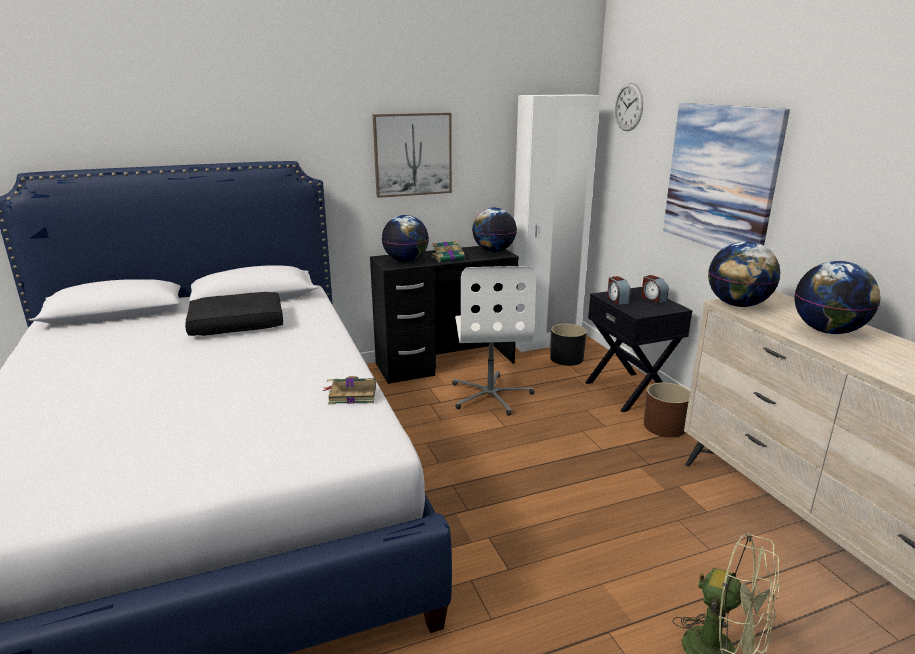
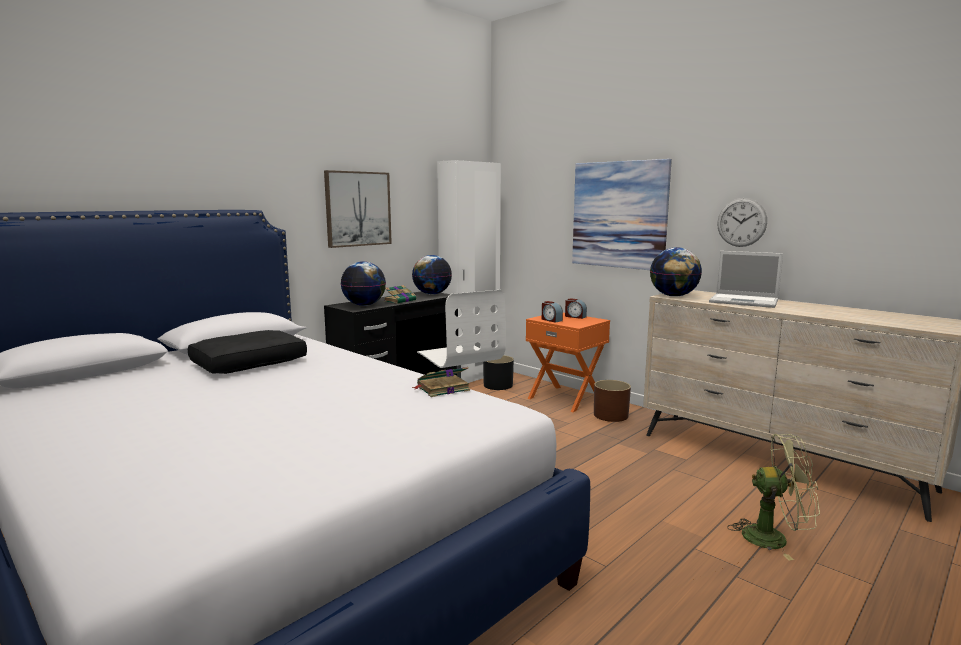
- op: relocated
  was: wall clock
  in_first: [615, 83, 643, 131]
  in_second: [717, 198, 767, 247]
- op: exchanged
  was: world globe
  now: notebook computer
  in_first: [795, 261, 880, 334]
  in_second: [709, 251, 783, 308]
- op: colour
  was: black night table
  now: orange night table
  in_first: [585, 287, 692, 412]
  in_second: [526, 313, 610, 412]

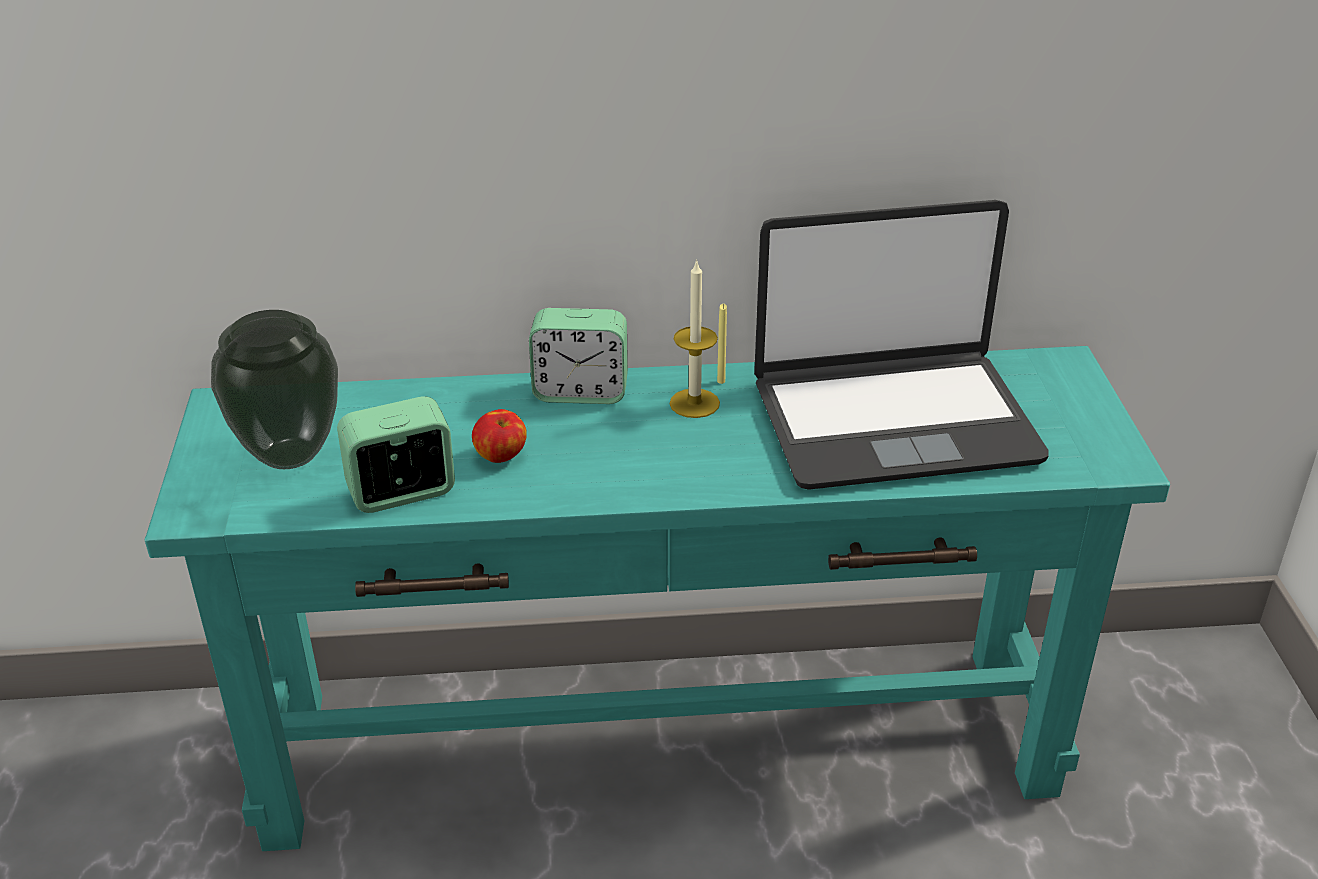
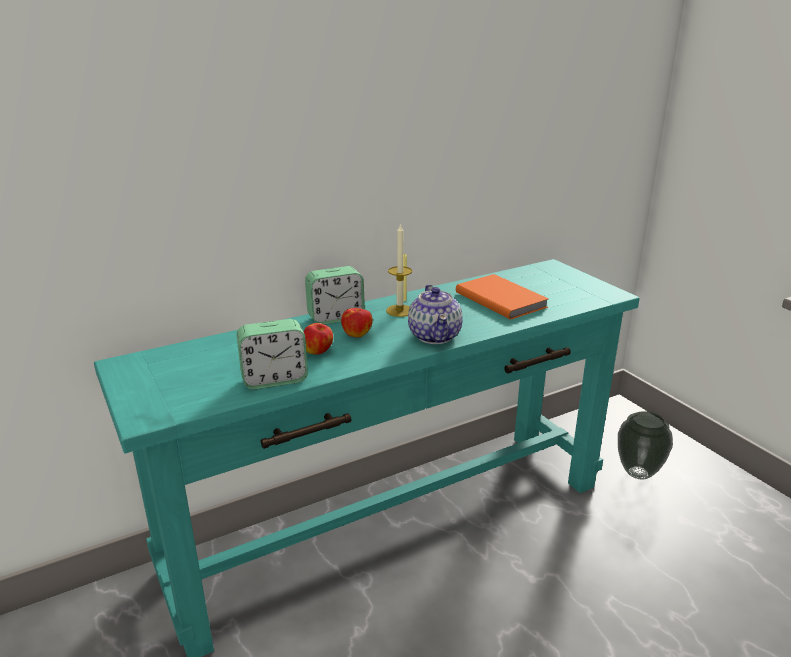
- op: appeared
  now: apple fruit
  in_second: [341, 308, 373, 337]
- op: appeared
  now: tea pot
  in_second: [408, 284, 463, 344]
- op: relocated
  was: vase
  in_first: [211, 310, 338, 469]
  in_second: [618, 411, 673, 480]
- op: exchanged
  was: notebook computer
  now: orange volume
  in_first: [754, 200, 1049, 490]
  in_second: [456, 274, 549, 320]
- op: spun
  was: alarm clock
  in_first: [337, 396, 455, 513]
  in_second: [237, 319, 308, 389]
  clockwise: -150

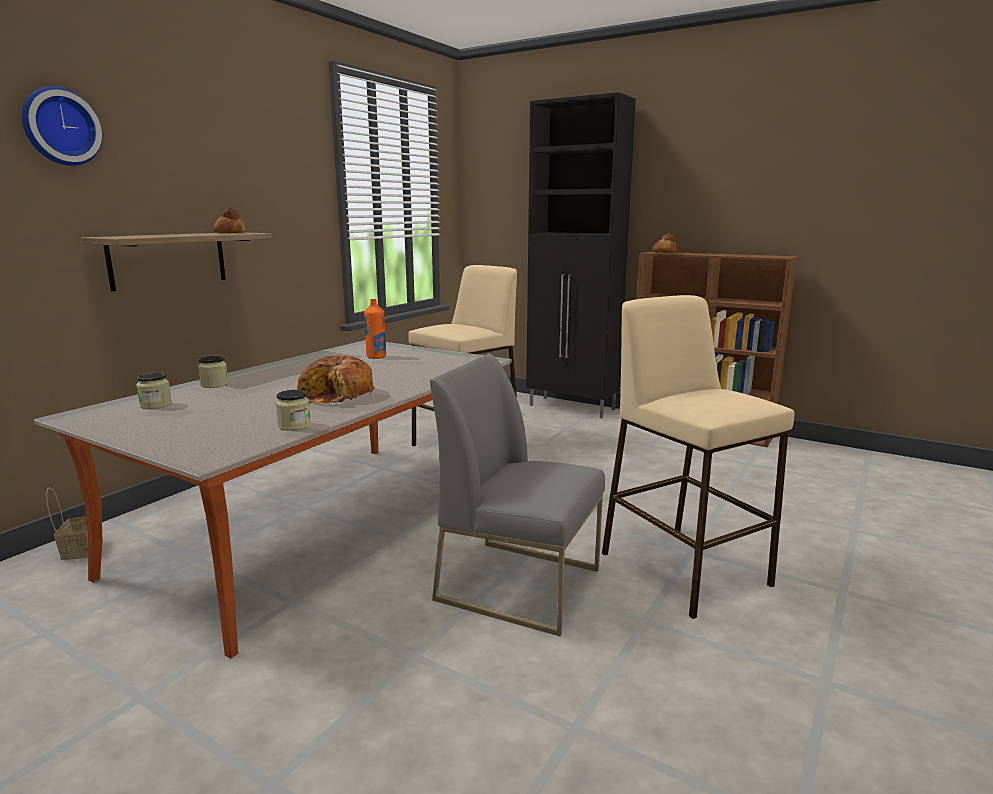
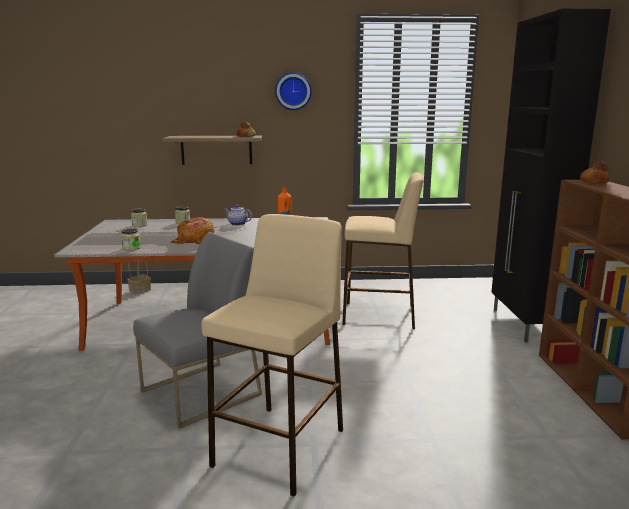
- op: appeared
  now: tea pot
  in_second: [224, 205, 252, 226]
- op: relocated
  was: wall clock
  in_first: [22, 86, 102, 166]
  in_second: [275, 72, 312, 110]
- op: spun
  was: gray chair
  in_first: [430, 354, 605, 636]
  in_second: [133, 232, 262, 429]
  clockwise: 60

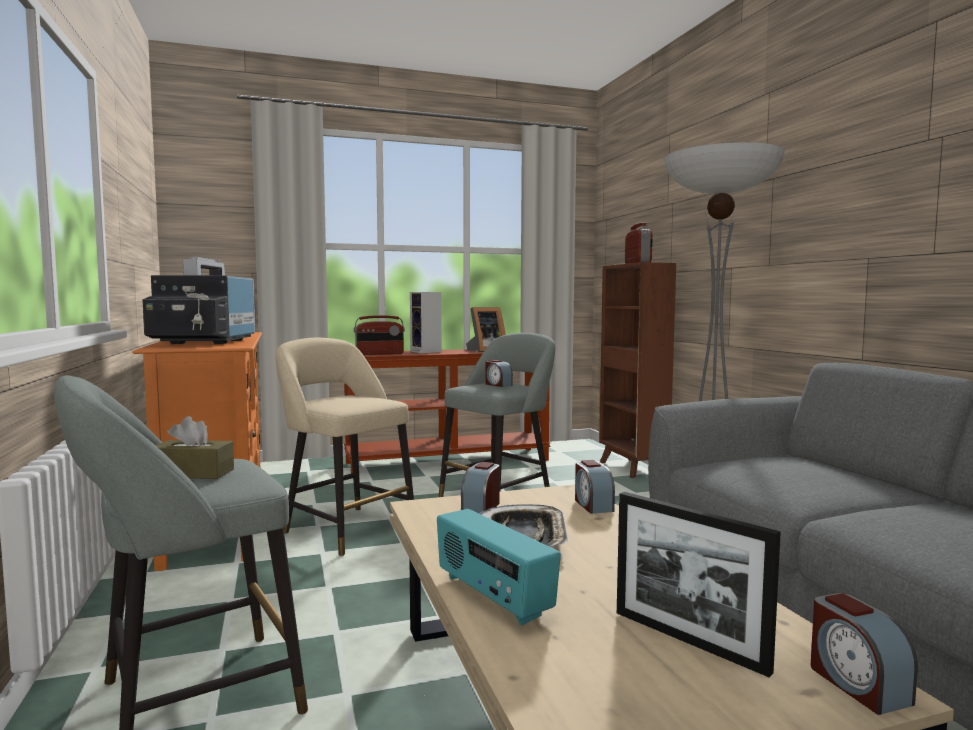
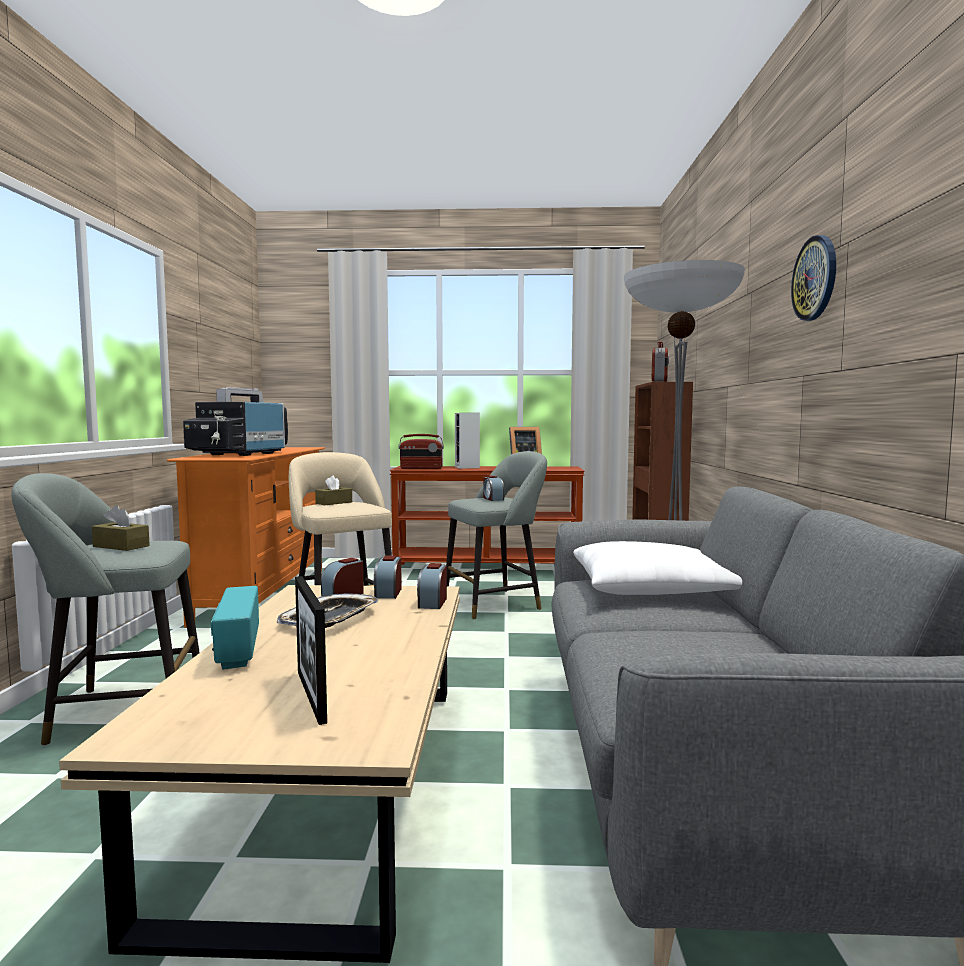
- op: appeared
  now: brown-coloured box of tissues
  in_second: [315, 475, 352, 505]
- op: appeared
  now: whitish cushion
  in_second: [573, 541, 742, 595]
- op: appeared
  now: wall clock
  in_second: [791, 235, 836, 321]
- op: relocated
  was: alarm clock
  in_first: [811, 593, 918, 715]
  in_second: [374, 556, 402, 599]

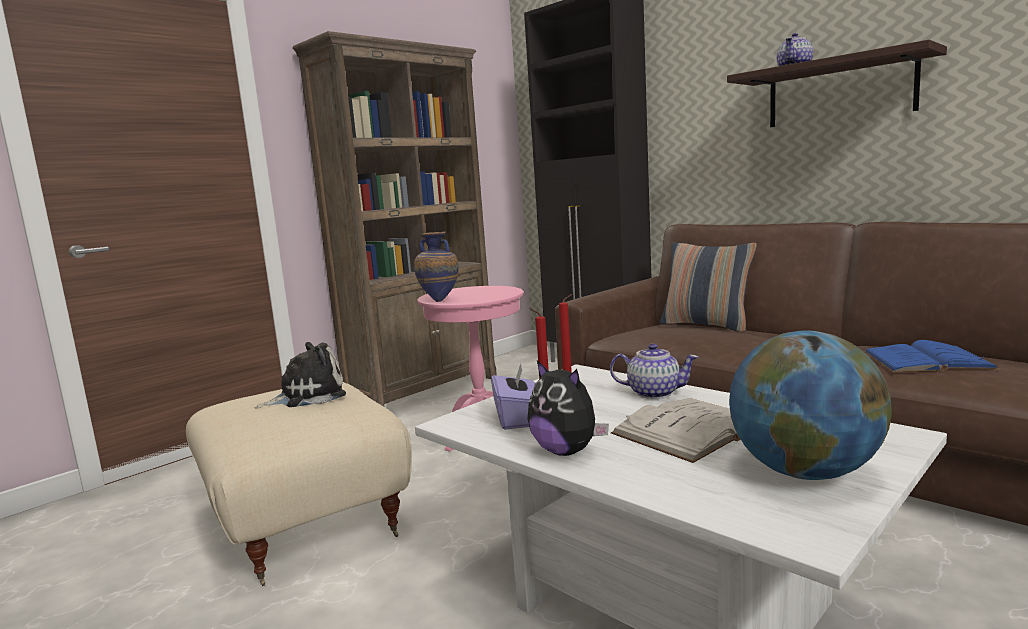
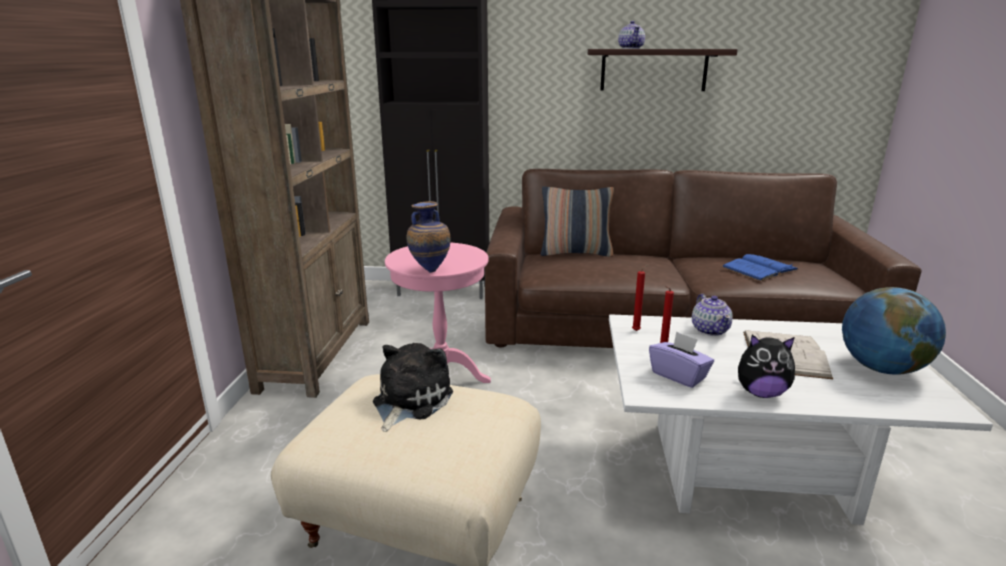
- op: spun
  was: tea pot
  in_first: [610, 344, 698, 399]
  in_second: [692, 294, 733, 336]
  clockwise: 105

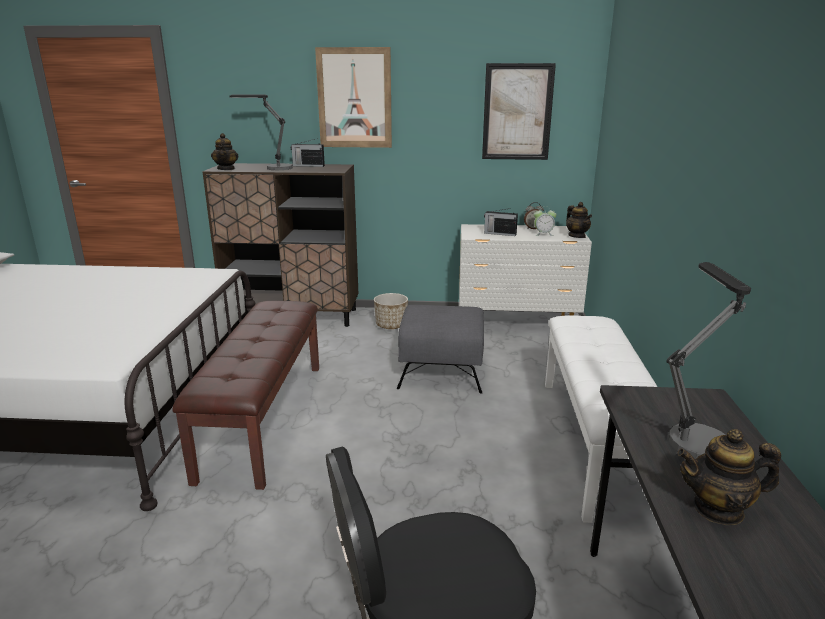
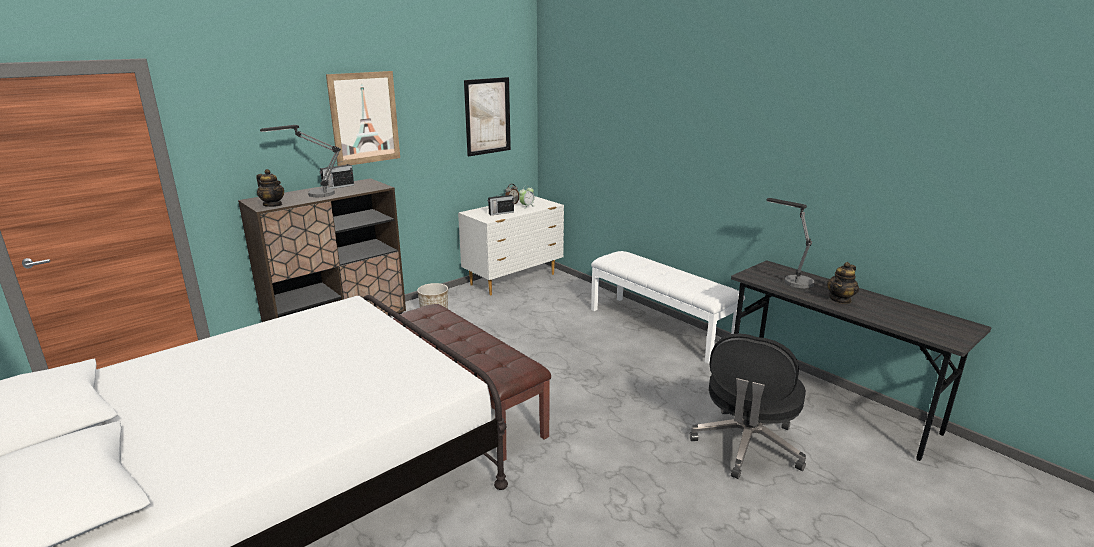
- op: missing
  was: gray pouffe
  in_first: [397, 305, 484, 394]
- op: missing
  was: tea pot
  in_first: [566, 202, 592, 238]

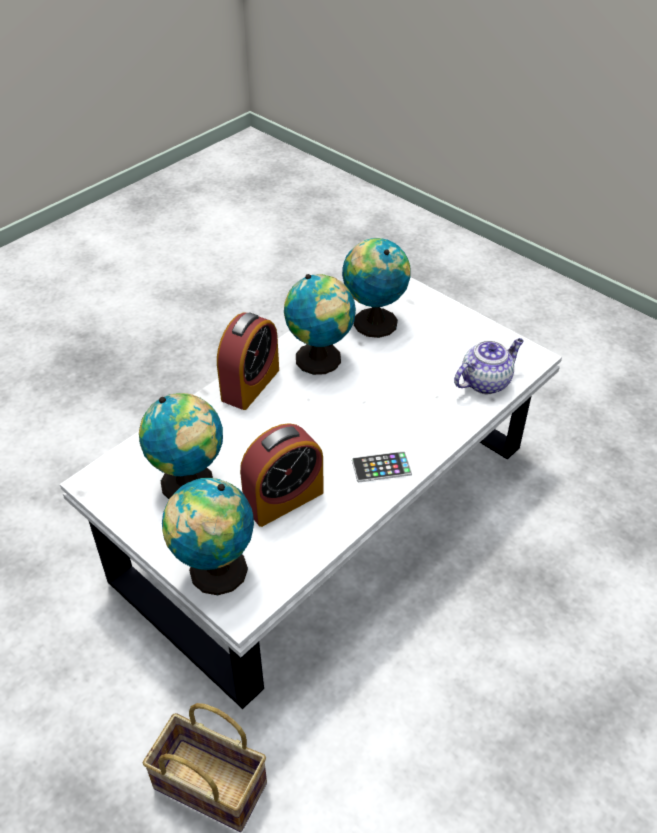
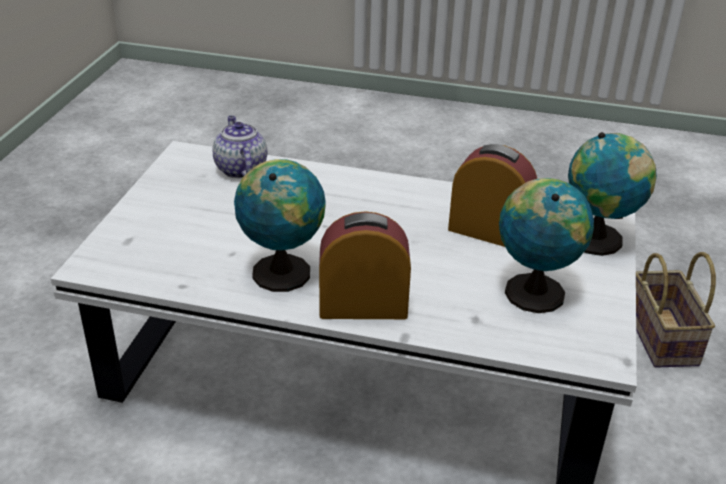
- op: missing
  was: world globe
  in_first: [342, 238, 411, 338]
- op: missing
  was: telephone
  in_first: [352, 451, 412, 482]
- op: spun
  was: tea pot
  in_first: [454, 338, 524, 394]
  in_second: [212, 116, 268, 178]
  clockwise: 45

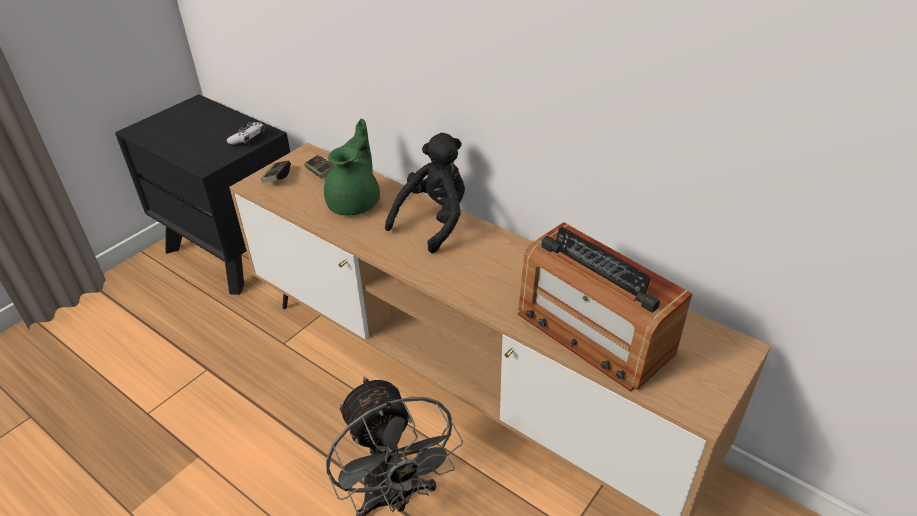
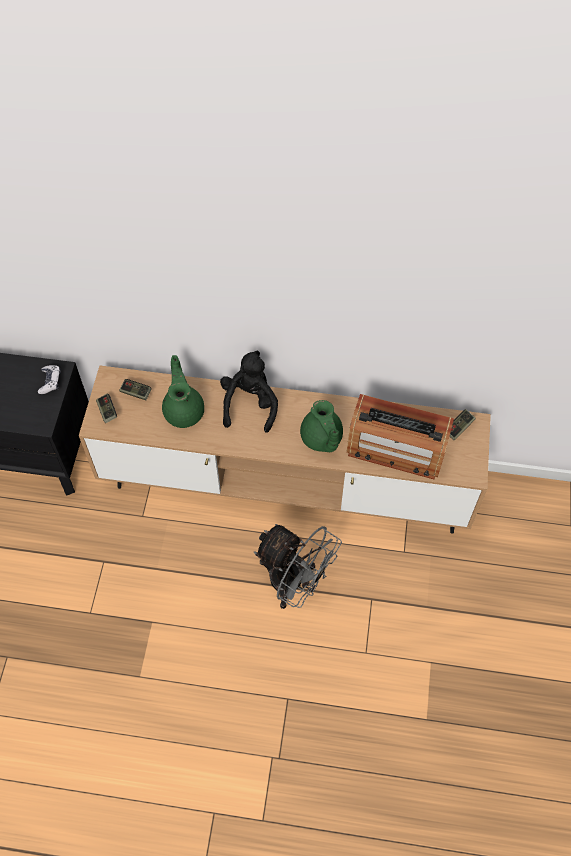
- op: appeared
  now: greenish tea pot
  in_second: [300, 400, 343, 452]
- op: appeared
  now: gamepad
  in_second: [450, 409, 476, 440]

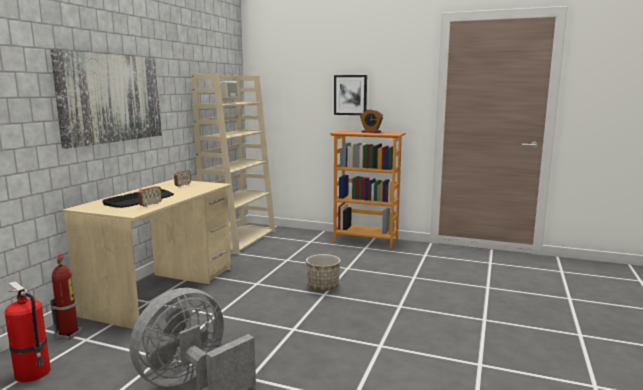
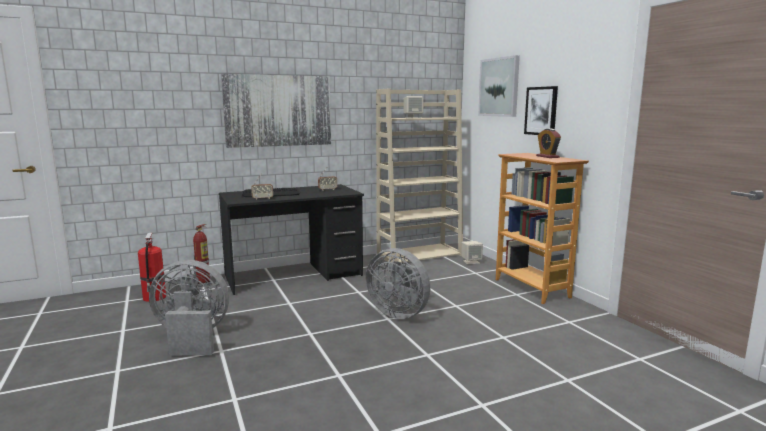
- op: appeared
  now: beige speaker
  in_second: [461, 241, 483, 264]
- op: appeared
  now: wall art
  in_second: [478, 55, 520, 117]
- op: exchanged
  was: flower pot
  now: gray fan
  in_first: [306, 254, 341, 291]
  in_second: [366, 248, 431, 319]
- op: colour
  was: beige desk table
  now: black desk table
  in_first: [62, 179, 231, 329]
  in_second: [219, 184, 364, 295]

